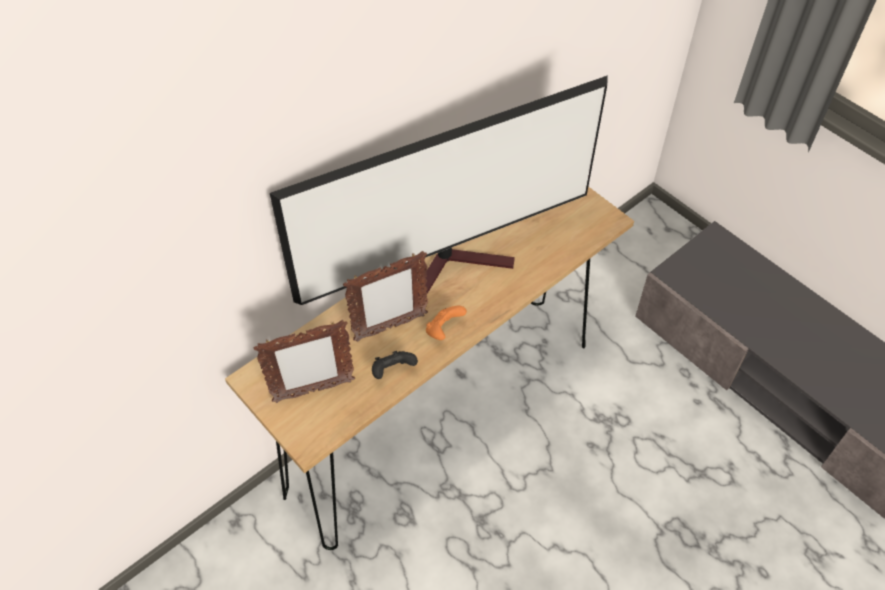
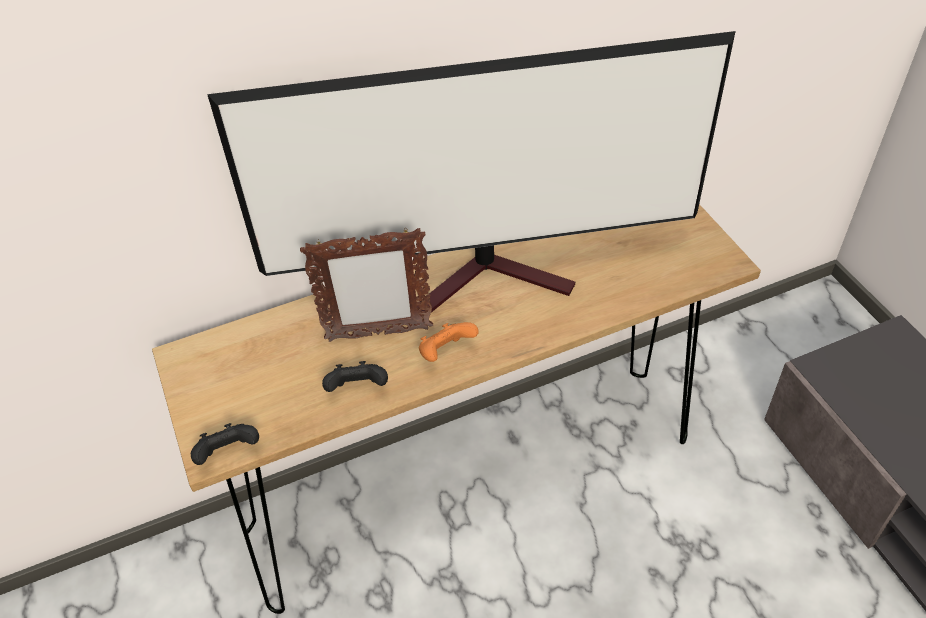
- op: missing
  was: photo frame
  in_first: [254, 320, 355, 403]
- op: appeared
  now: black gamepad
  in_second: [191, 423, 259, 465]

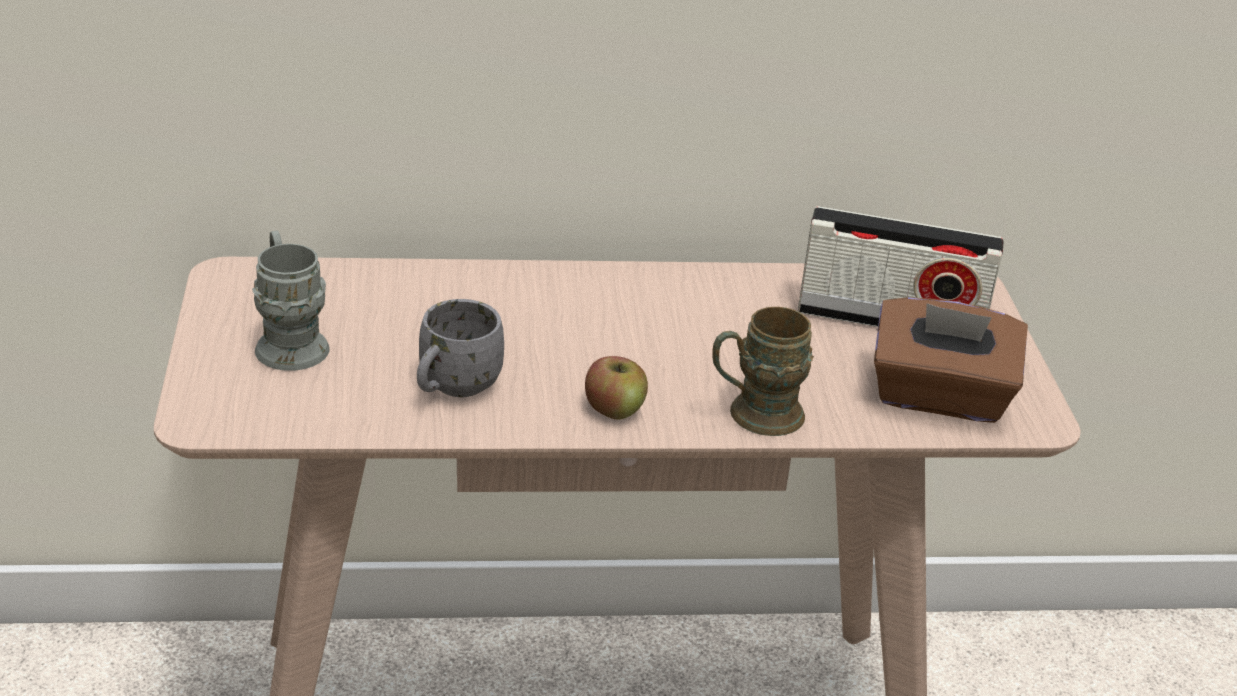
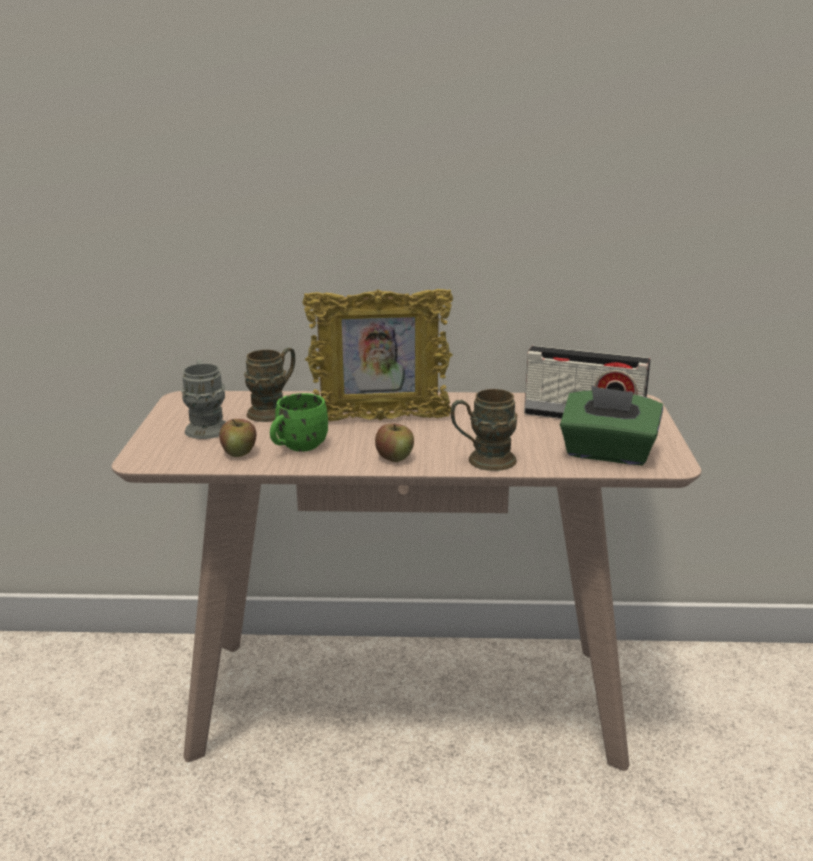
- op: appeared
  now: apple fruit
  in_second: [219, 419, 256, 457]
- op: appeared
  now: brown-coloured tea mug
  in_second: [244, 347, 295, 422]
- op: appeared
  now: photo frame
  in_second: [303, 289, 453, 421]
- op: colour
  was: gray tea mug
  now: greenish tea mug
  in_first: [417, 299, 504, 397]
  in_second: [270, 393, 328, 452]
- op: colour
  was: brown-coloured box of tissues
  now: greenish box of tissues
  in_first: [874, 297, 1028, 423]
  in_second: [560, 386, 663, 465]

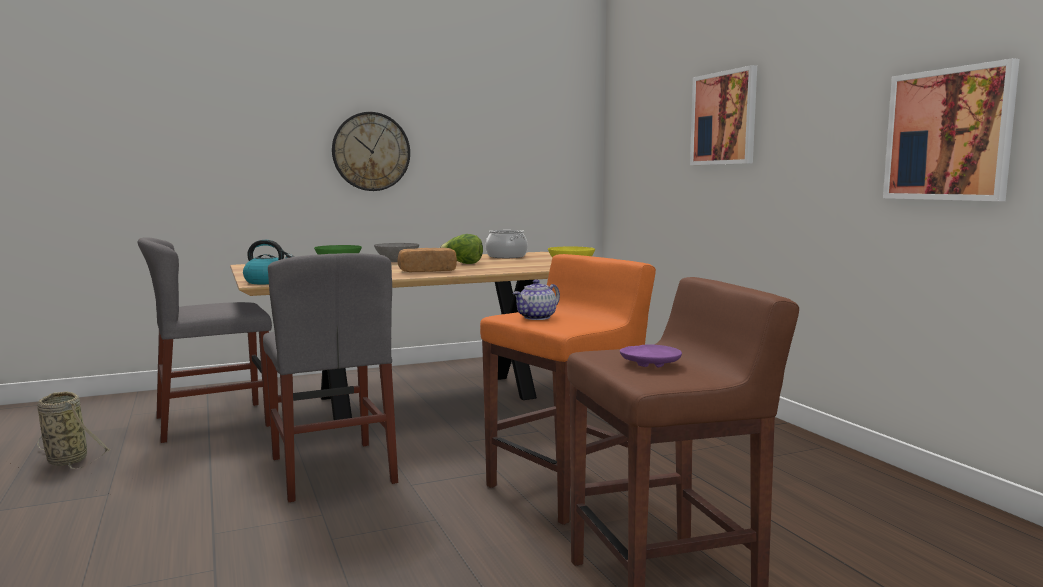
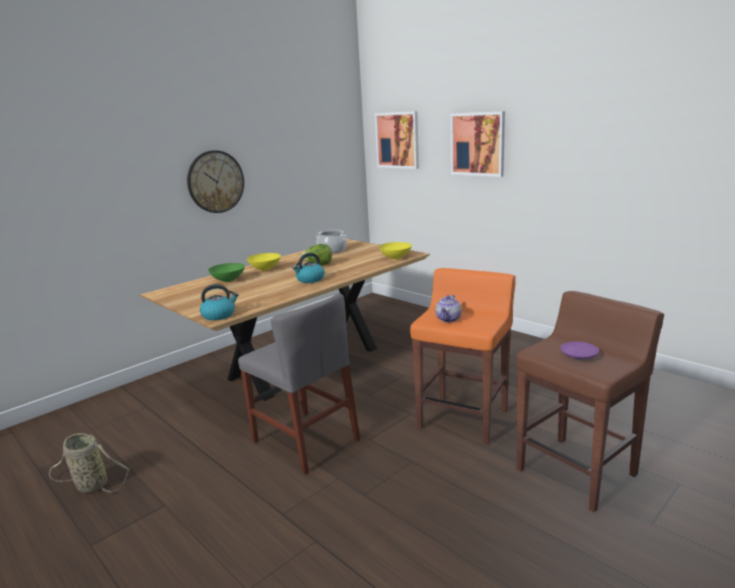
- op: missing
  was: gray chair
  in_first: [138, 237, 272, 443]
- op: relocated
  was: wall art
  in_first: [883, 58, 1019, 201]
  in_second: [375, 111, 419, 169]
- op: exchanged
  was: bakery bread
  now: kettle
  in_first: [398, 248, 457, 272]
  in_second: [292, 253, 325, 283]
- op: colour
  was: gray deep dish
  now: yellowish deep dish
  in_first: [374, 243, 419, 262]
  in_second: [247, 253, 281, 271]

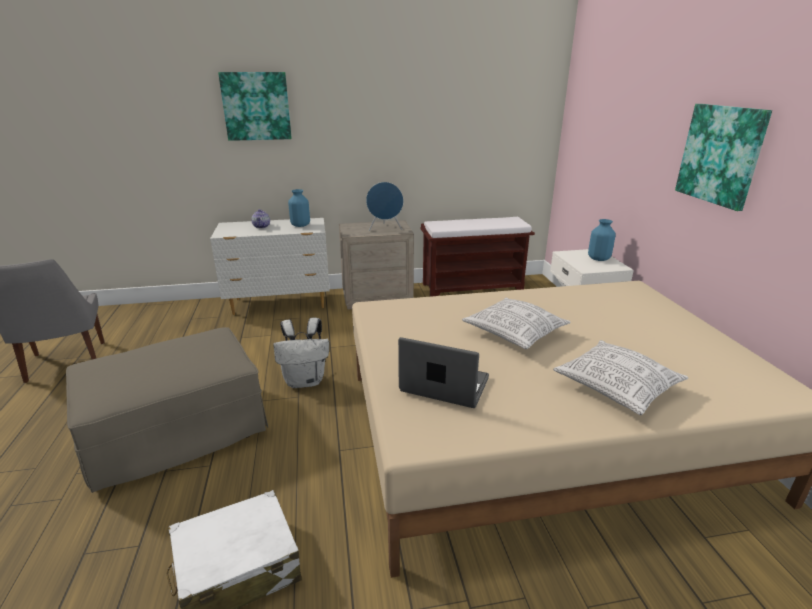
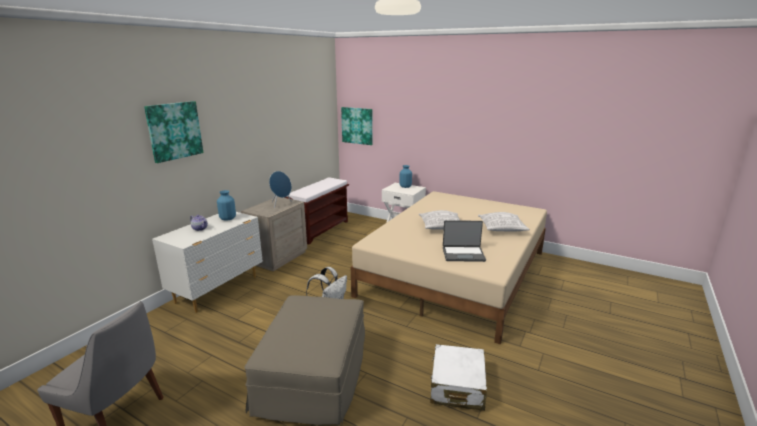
- op: relocated
  was: wall art
  in_first: [675, 104, 772, 211]
  in_second: [341, 107, 373, 145]
- op: spun
  was: notebook computer
  in_first: [398, 337, 489, 408]
  in_second: [443, 220, 486, 262]
  clockwise: -150

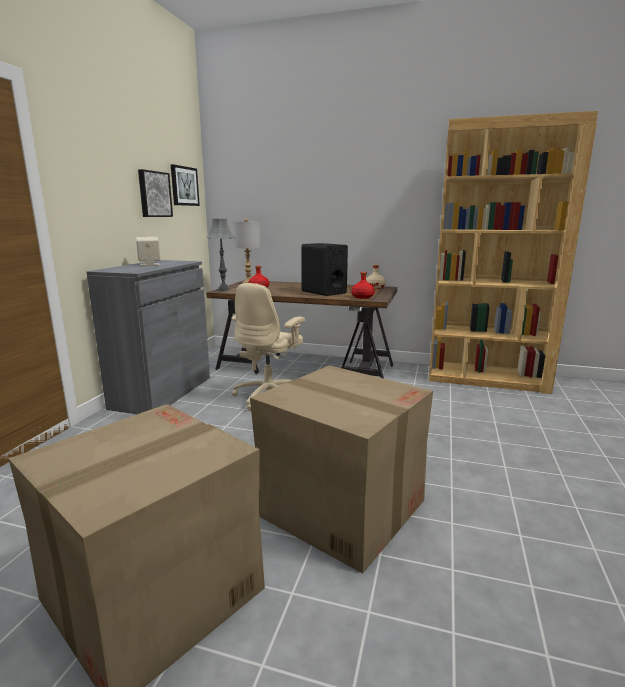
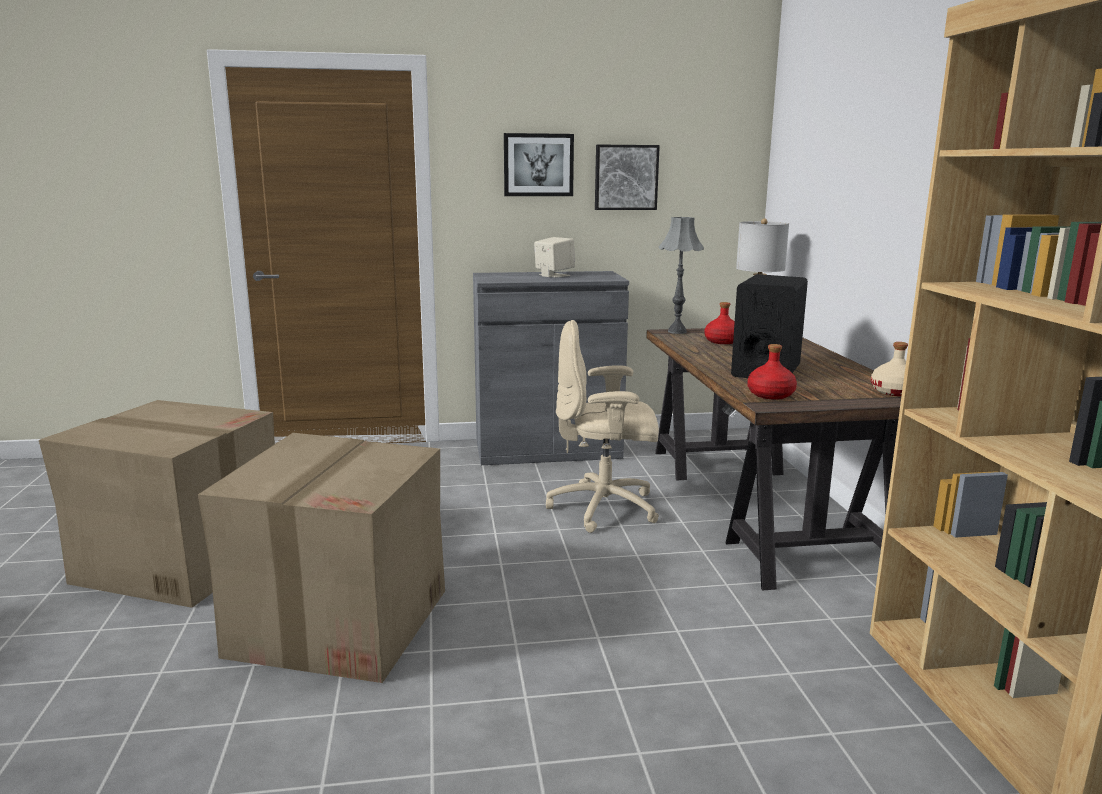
- op: relocated
  was: wall art
  in_first: [171, 164, 200, 206]
  in_second: [504, 133, 574, 196]

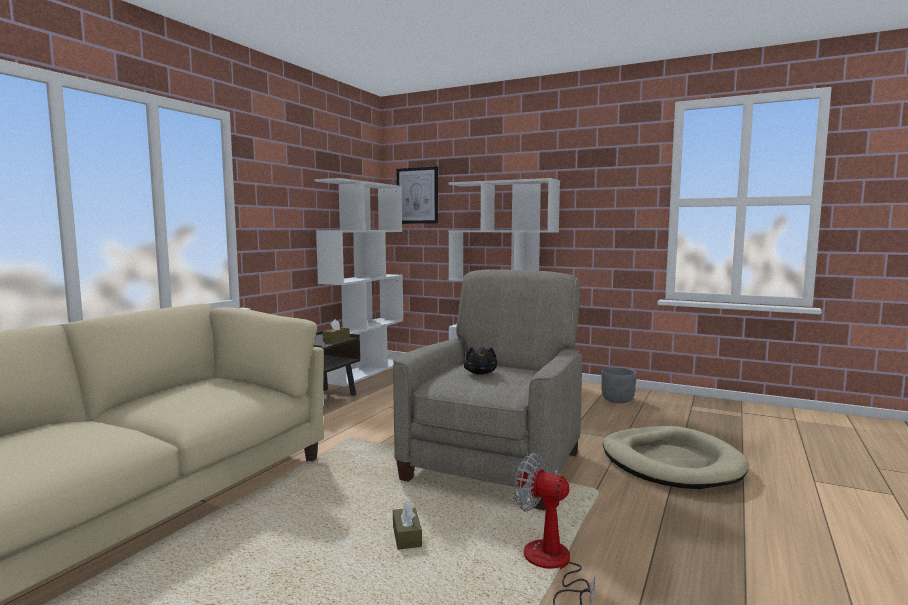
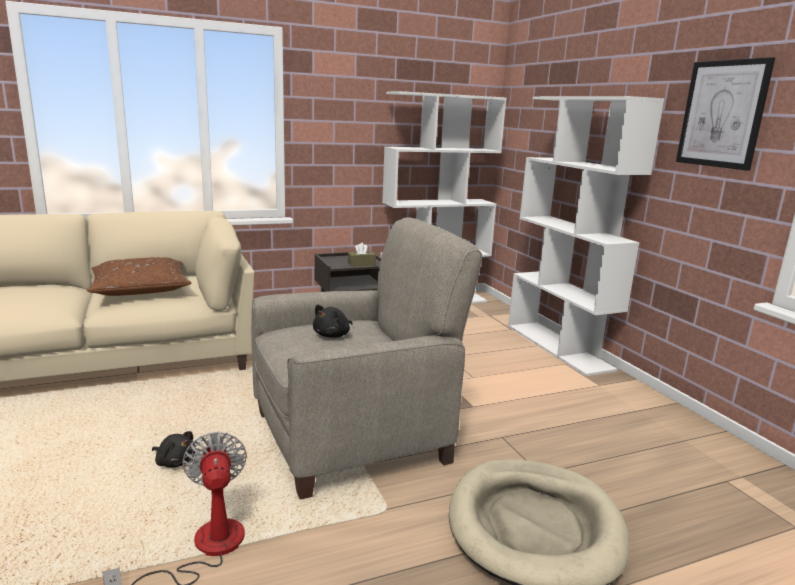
- op: missing
  was: gray flower pot
  in_first: [601, 367, 637, 403]
- op: appeared
  now: brown-coloured cushion
  in_second: [87, 257, 191, 296]
- op: relocated
  was: wall art
  in_first: [397, 166, 438, 224]
  in_second: [676, 57, 775, 171]
- op: exchanged
  was: brown-coloured box of tissues
  now: black soft toy
  in_first: [393, 500, 422, 550]
  in_second: [152, 431, 195, 468]

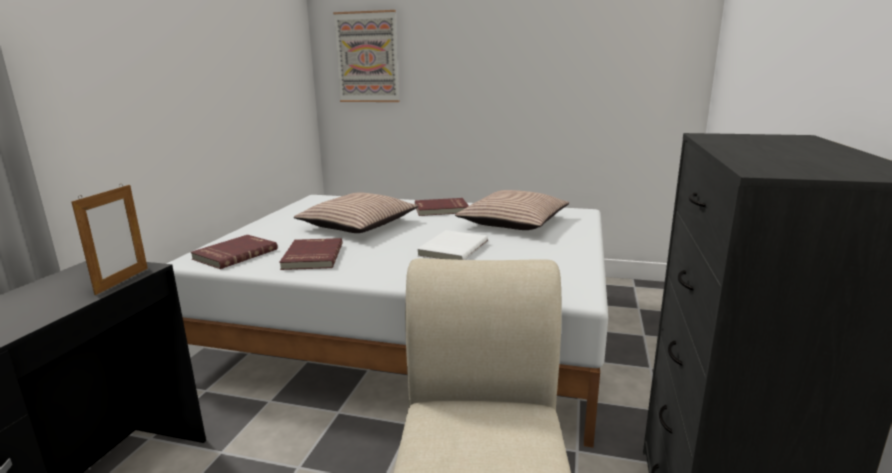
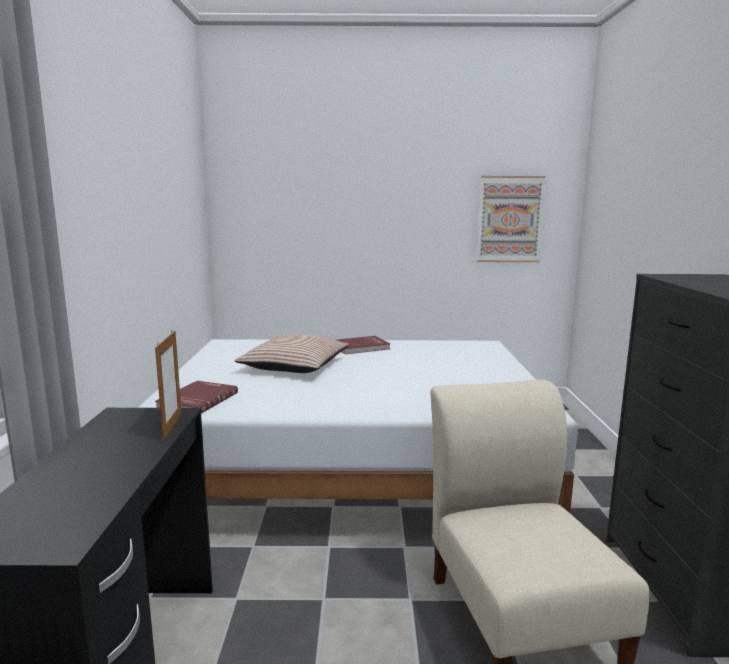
- op: missing
  was: reddish volume
  in_first: [279, 238, 343, 270]
- op: missing
  was: whitish volume
  in_first: [417, 230, 488, 260]
- op: missing
  was: cushion
  in_first: [455, 190, 569, 230]
- op: relocated
  was: wall art
  in_first: [333, 10, 399, 102]
  in_second: [477, 176, 546, 262]

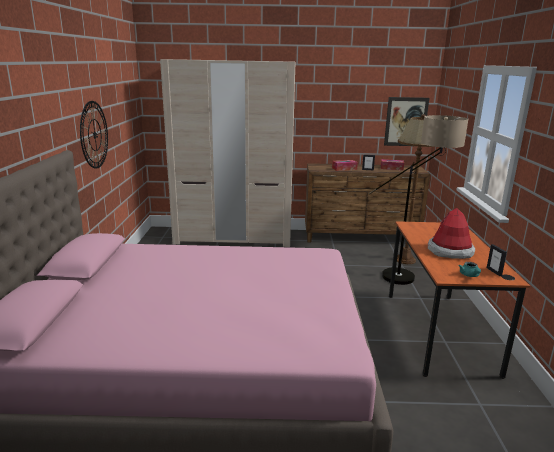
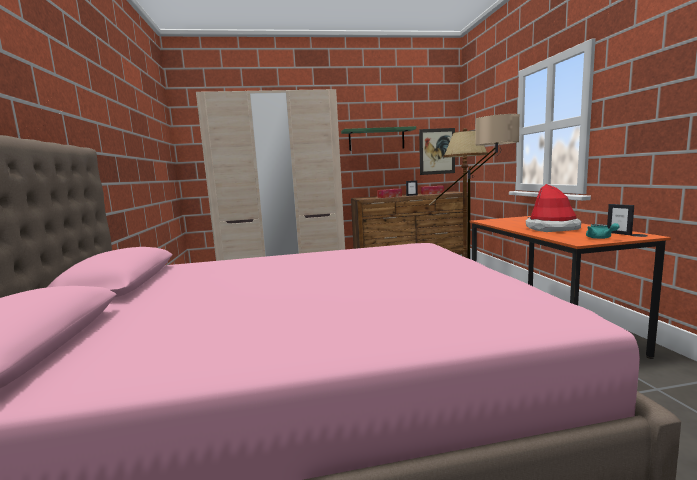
- op: missing
  was: wall clock
  in_first: [80, 101, 108, 169]
- op: appeared
  now: greenish wall shelf
  in_second: [341, 126, 416, 151]

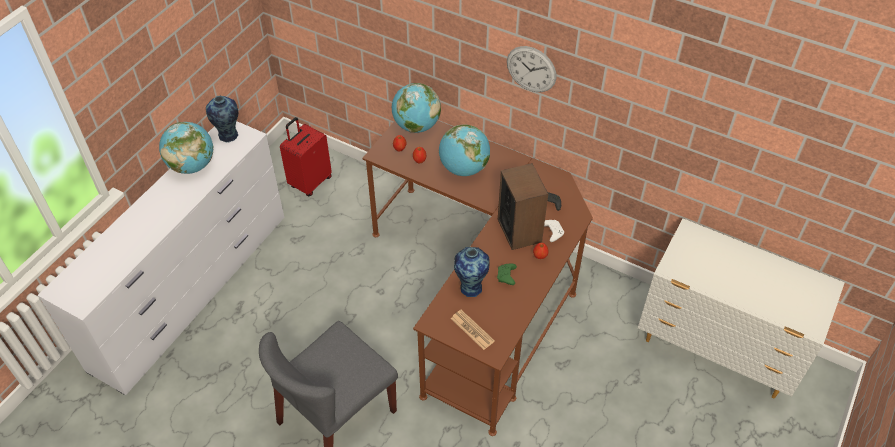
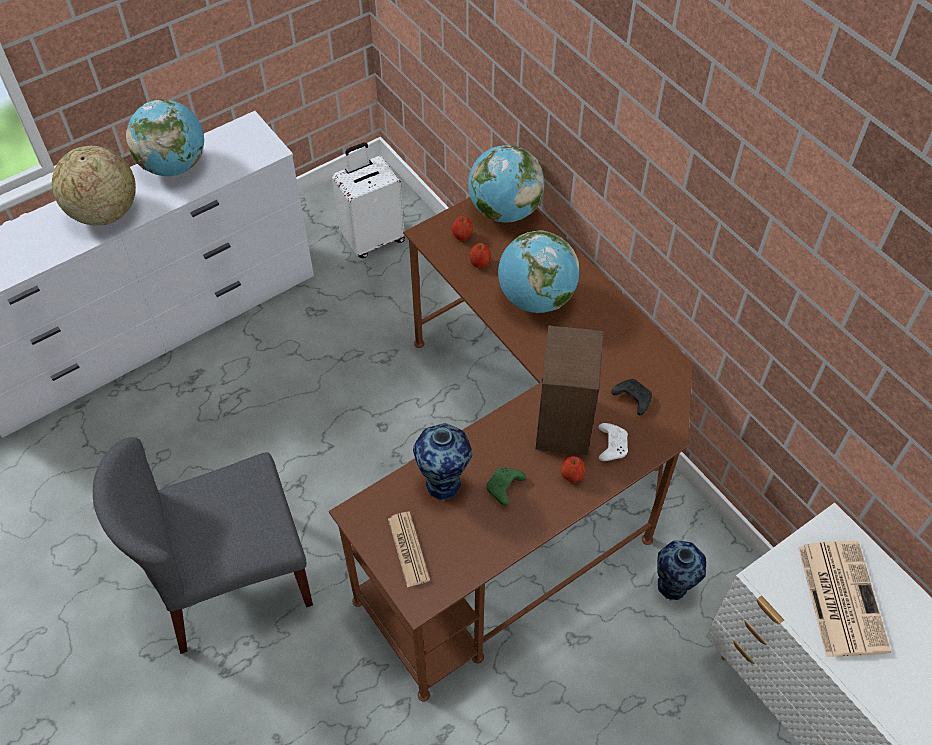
- op: missing
  was: wall clock
  in_first: [507, 46, 557, 92]
- op: appeared
  now: world globe
  in_second: [52, 146, 136, 226]
- op: appeared
  now: printed paper
  in_second: [798, 541, 891, 657]
- op: relocated
  was: vase
  in_first: [206, 96, 238, 143]
  in_second: [657, 540, 706, 601]
- op: colour
  was: reddish piece of luggage
  now: whitish piece of luggage
  in_first: [280, 117, 332, 196]
  in_second: [332, 142, 405, 258]

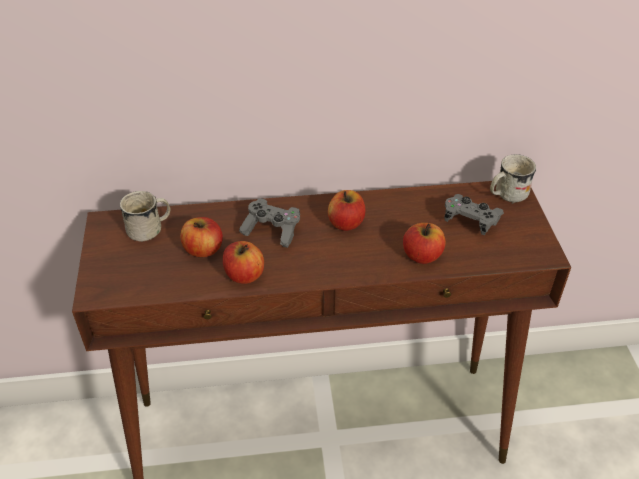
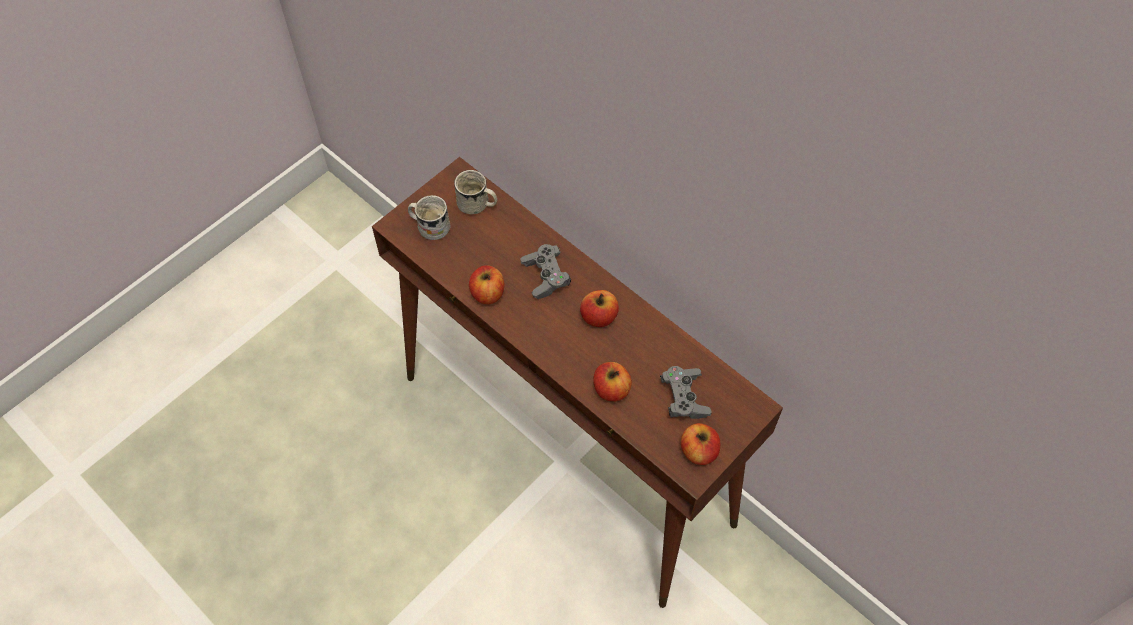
- op: relocated
  was: apple fruit
  in_first: [180, 217, 223, 257]
  in_second: [681, 423, 721, 465]
- op: relocated
  was: whitish tea mug
  in_first: [490, 154, 536, 204]
  in_second: [408, 195, 450, 240]

